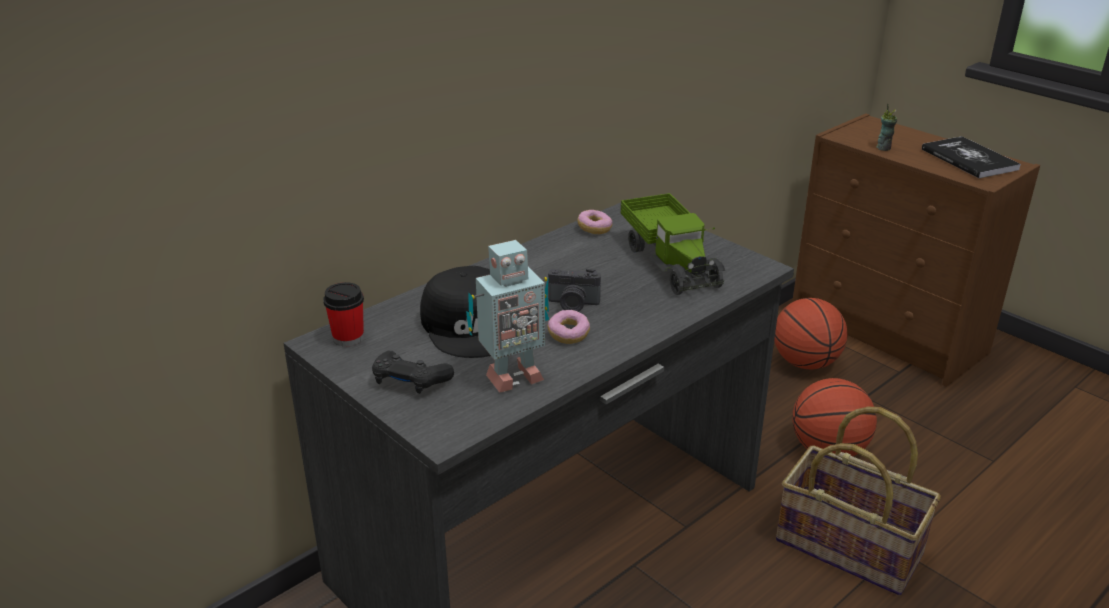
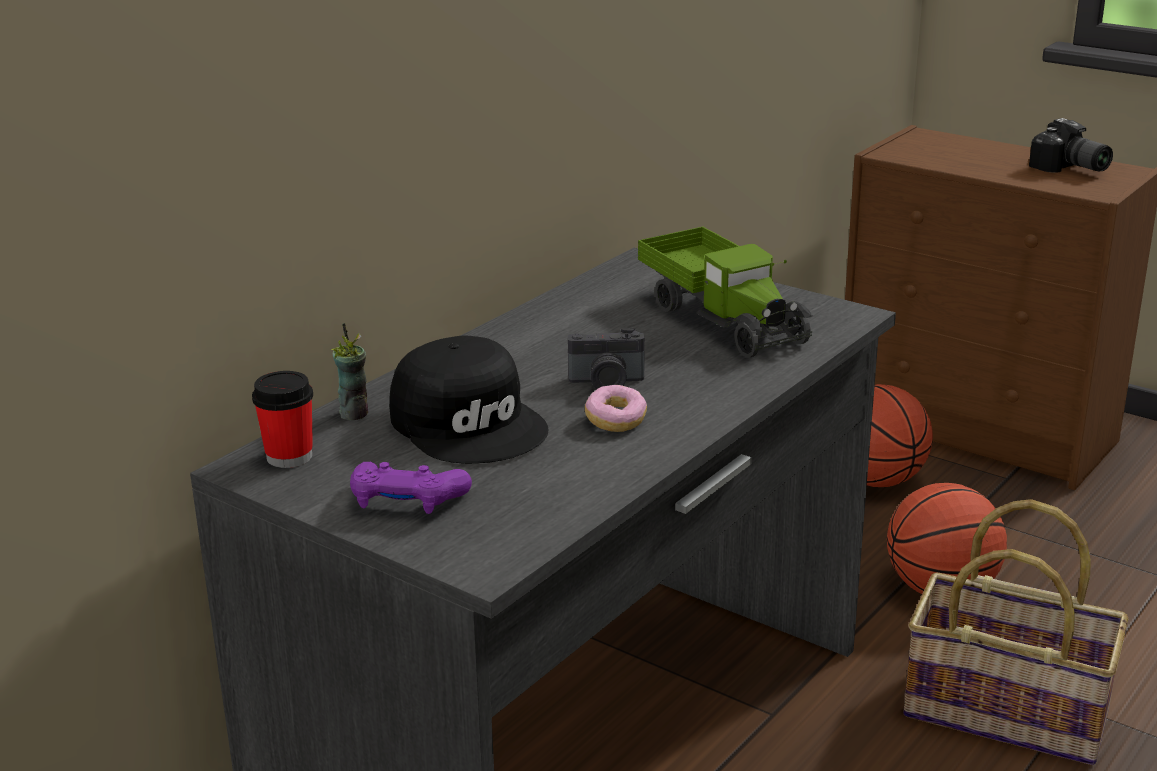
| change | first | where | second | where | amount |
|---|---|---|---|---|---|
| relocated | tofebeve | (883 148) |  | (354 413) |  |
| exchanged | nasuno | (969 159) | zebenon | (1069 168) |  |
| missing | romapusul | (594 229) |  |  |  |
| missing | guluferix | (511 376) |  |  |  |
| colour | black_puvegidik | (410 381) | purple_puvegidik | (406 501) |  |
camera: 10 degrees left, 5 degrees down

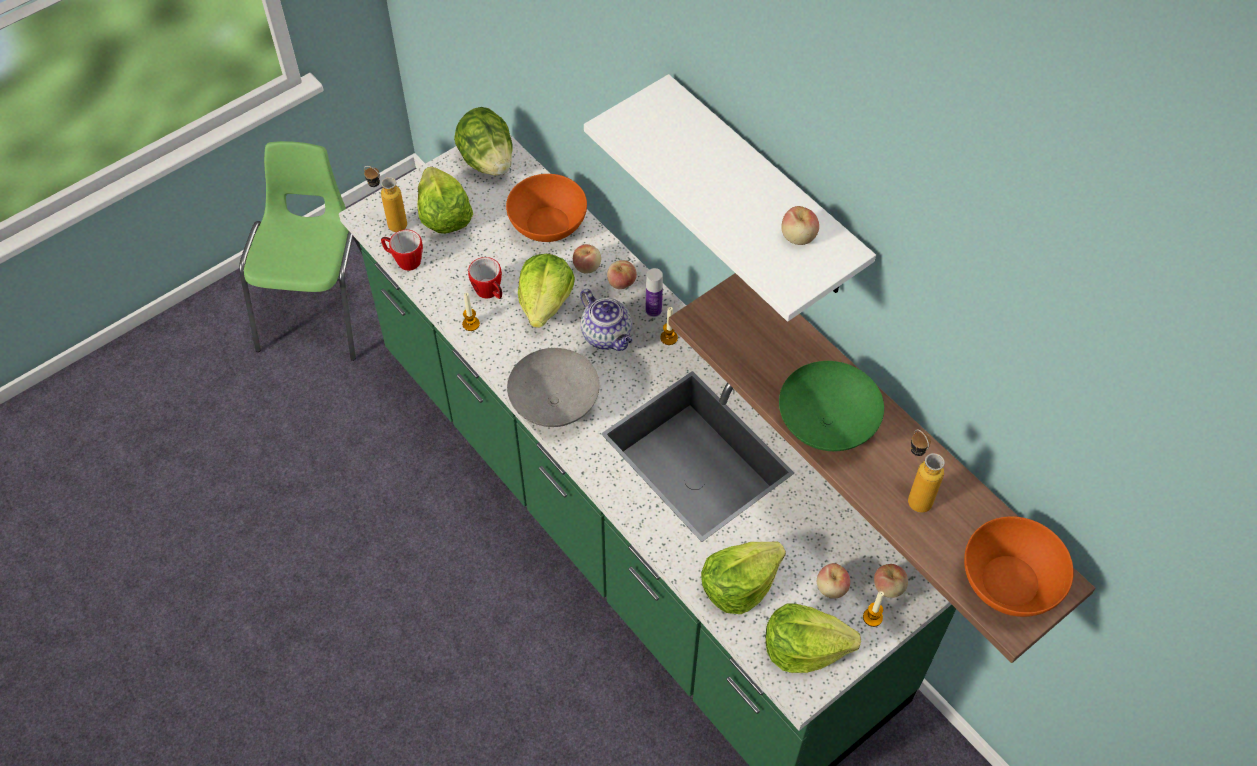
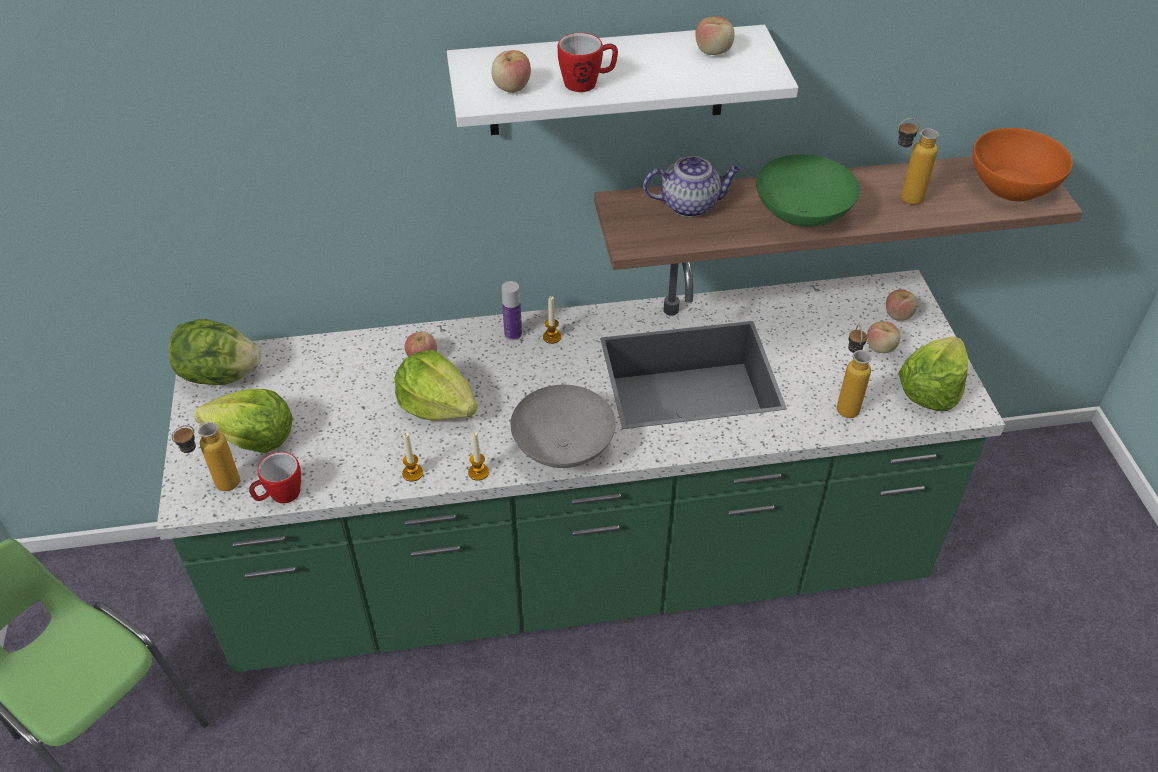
| change | first | where | second | where | amount |
|---|---|---|---|---|---|
| missing | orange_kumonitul | (547 224) |  |  |  |
| relocated | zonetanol | (490 293) |  | (587 83) |  |
| relocated | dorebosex | (621 283) |  | (511 87) |  |
| relocated | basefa | (607 335) |  | (690 205) |  |
| exchanged | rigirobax | (739 584) | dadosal | (845 403) |  |
| relocated | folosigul | (872 617) |  | (478 472) |  |
camera: 60 degrees left, 10 degrees down

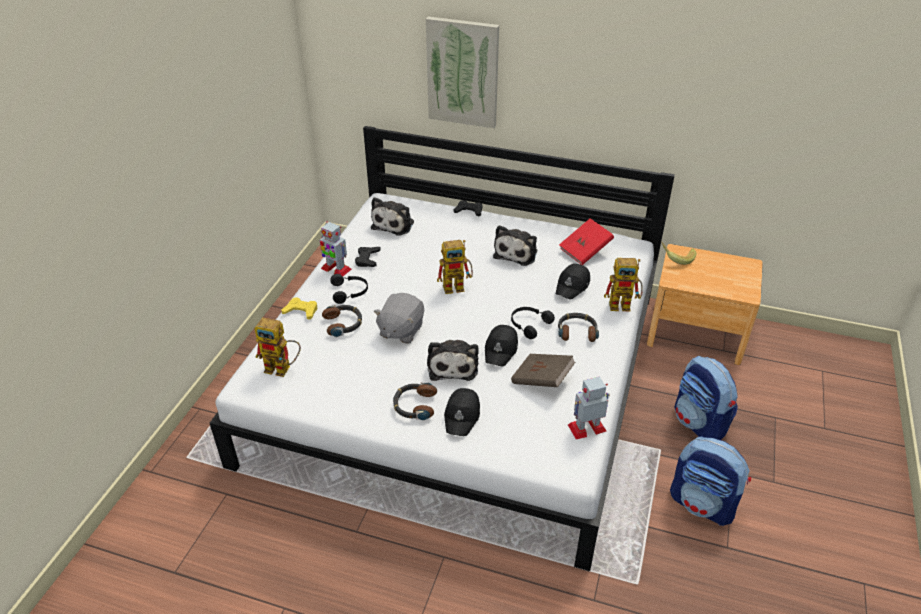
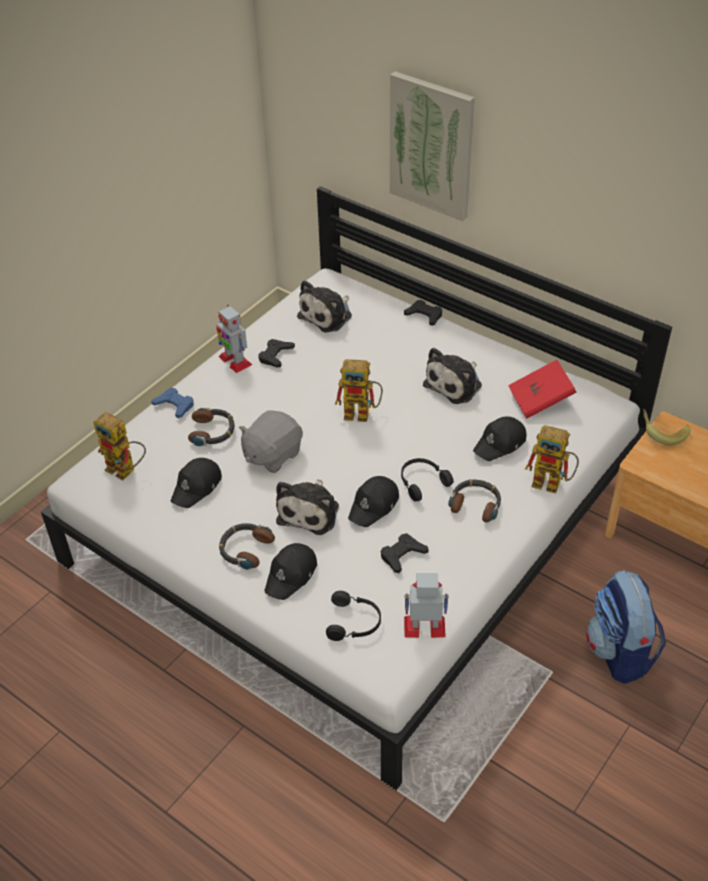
| change | first | where | second | where | amount |
|---|---|---|---|---|---|
| relocated | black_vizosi | (350 292) |  | (354 622) |  |
| colour | yellow_puvegidik | (301 311) | blue_puvegidik | (174 405) |  |
| exchanged | brown_nasuno | (542 380) | black_puvegidik | (402 555) |  |
| missing | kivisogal | (703 504) |  |  |  |
| appeared |  |  | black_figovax | (197 487) |  |
camera: 20 degrees right, 5 degrees up

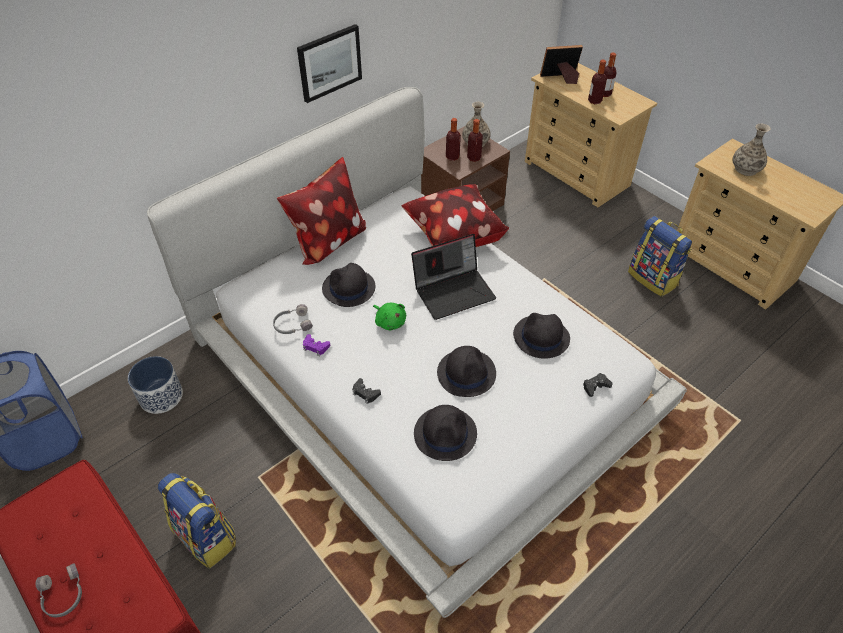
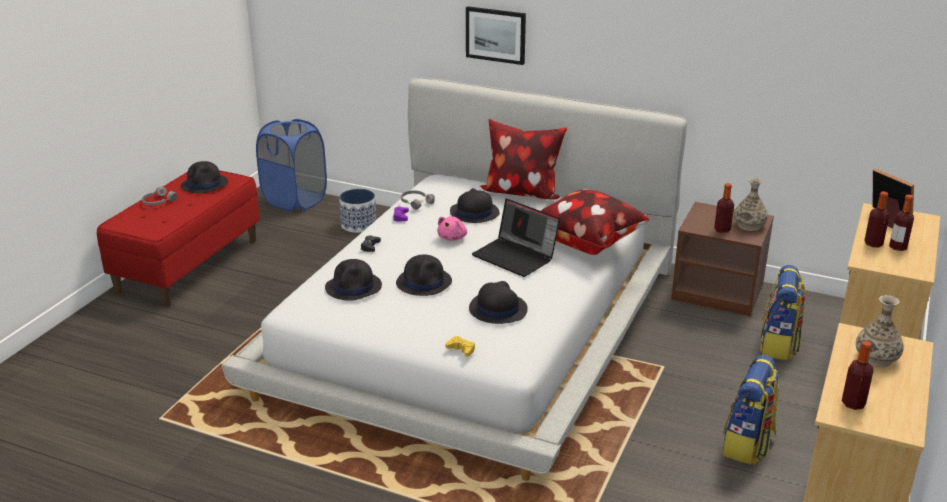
| change | first | where | second | where | amount |
|---|---|---|---|---|---|
| relocated | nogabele | (329 63) |  | (496 35) |  |
| relocated | dadosal | (452 157) |  | (853 403) |  |
| colour | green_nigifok | (390 321) | pink_nigifok | (453 238) |  |
| colour | black_puvegidik | (595 386) | yellow_puvegidik | (461 349) |  |
| relocated | kivisogal | (207 537) |  | (779 345) |  |
| appeared |  |  | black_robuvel | (205 184) |  |
camera: 65 degrees right, 20 degrees down

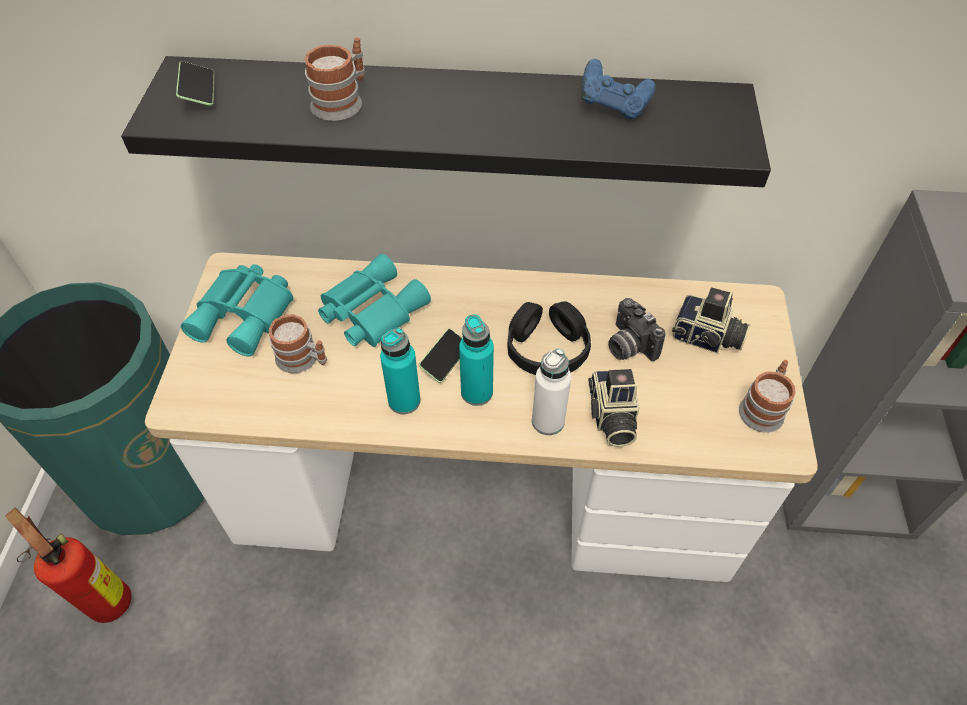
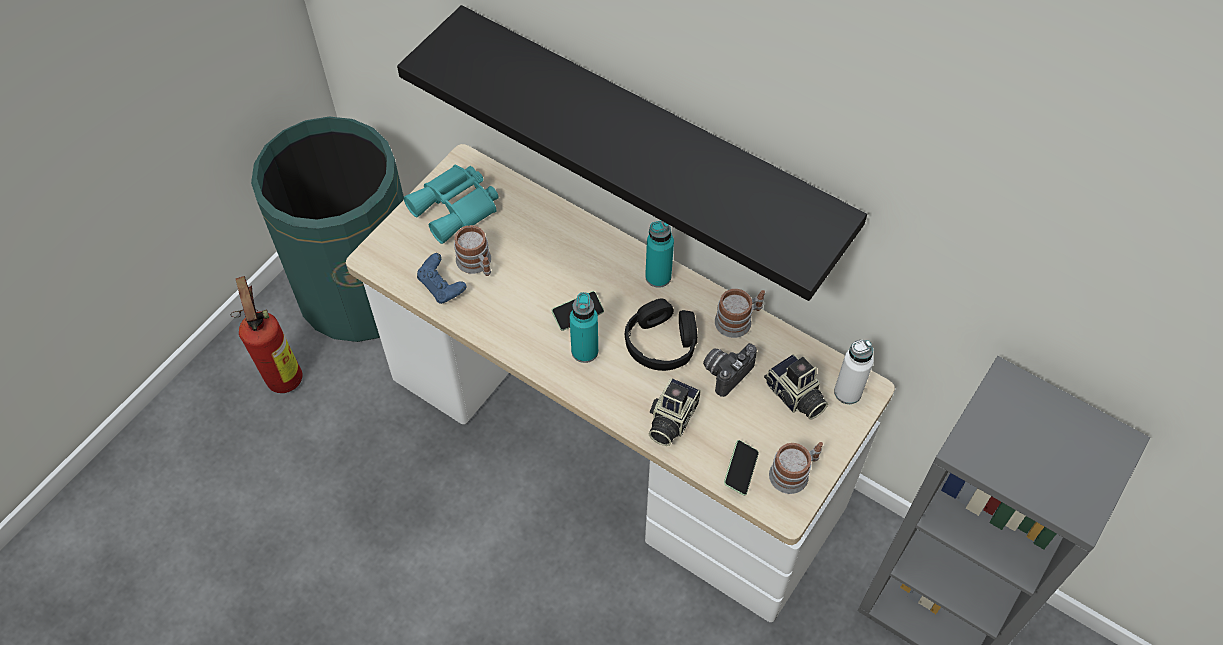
| change | first | where | second | where | amount |
|---|---|---|---|---|---|
| relocated | zonetanol | (342 101) |  | (738 320) |  |
| relocated | blue_puvegidik | (613 106) |  | (442 287) |  |
| relocated | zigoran | (199 92) |  | (740 471) |  |
| missing | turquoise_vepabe | (370 310) |  |  |  |
| spun | zebenon | (628 346) |  | (726 372) | 45 degrees clockwise |
| relocated | turquoise_dadosal | (404 401) |  | (658 277) |  |
| relocated | white_dadosal | (548 421) |  | (847 392) |  |
camera: 30 degrees right, 5 degrees up

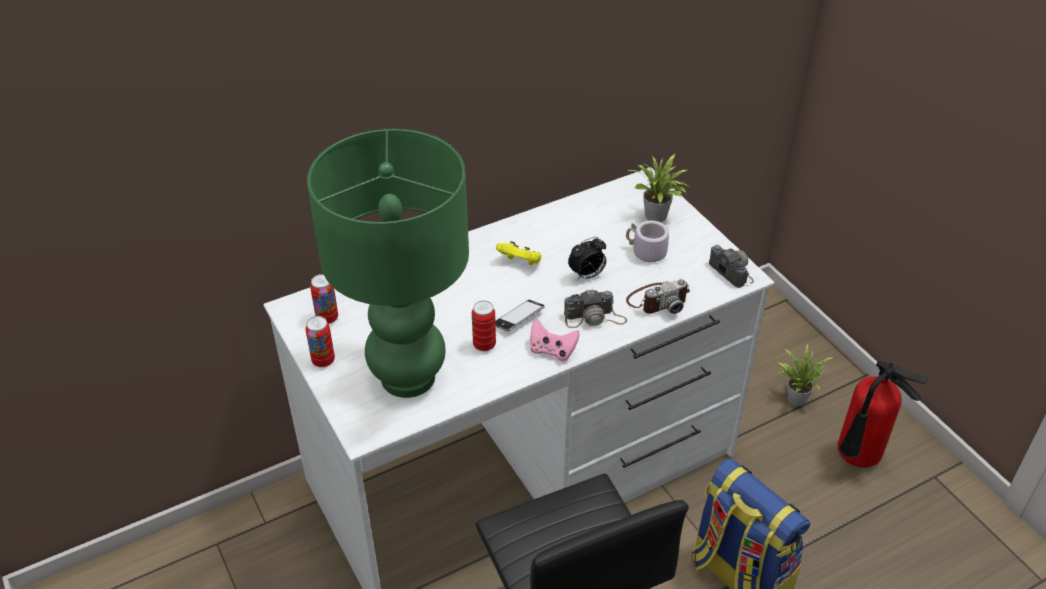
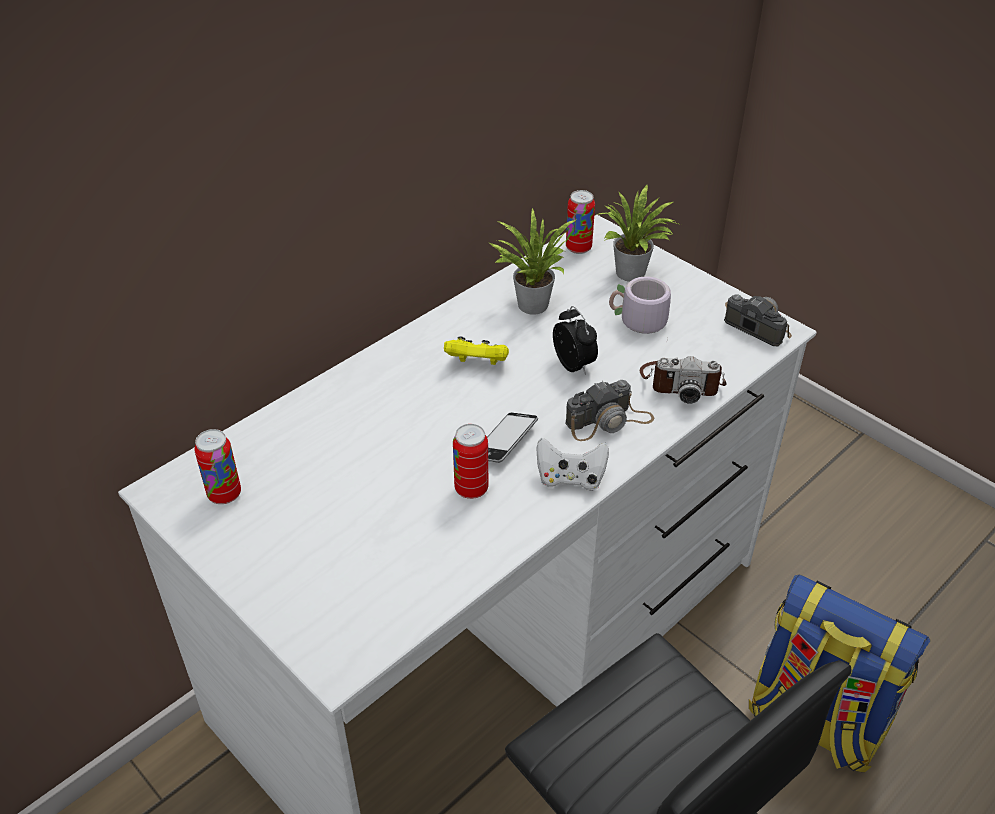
| change | first | where | second | where | amount |
|---|---|---|---|---|---|
| missing | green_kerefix | (408 376) |  |  |  |
| spun | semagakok | (587 275) |  | (574 365) | 75 degrees counterclockwise |
| spun | zebenon | (657 300) |  | (681 382) | 45 degrees clockwise |
| relocated | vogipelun | (323 360) |  | (578 248) |  |
| colour | pink_puvegidik | (552 351) | white_puvegidik | (570 478) |  |
| relocated | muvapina | (795 397) |  | (530 303) |  |
| missing | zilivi | (856 460) |  |  |  |
camera: 15 degrees left, 0 degrees up

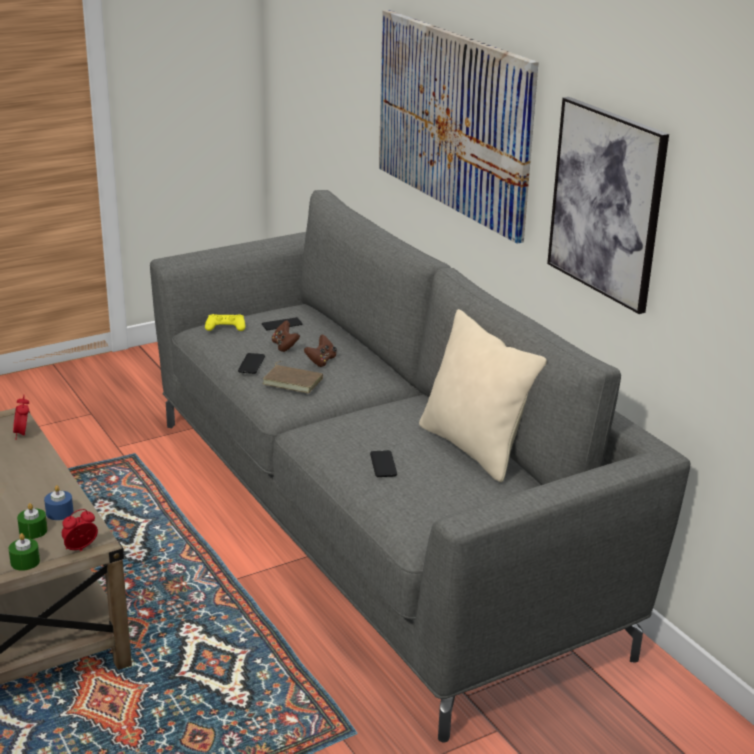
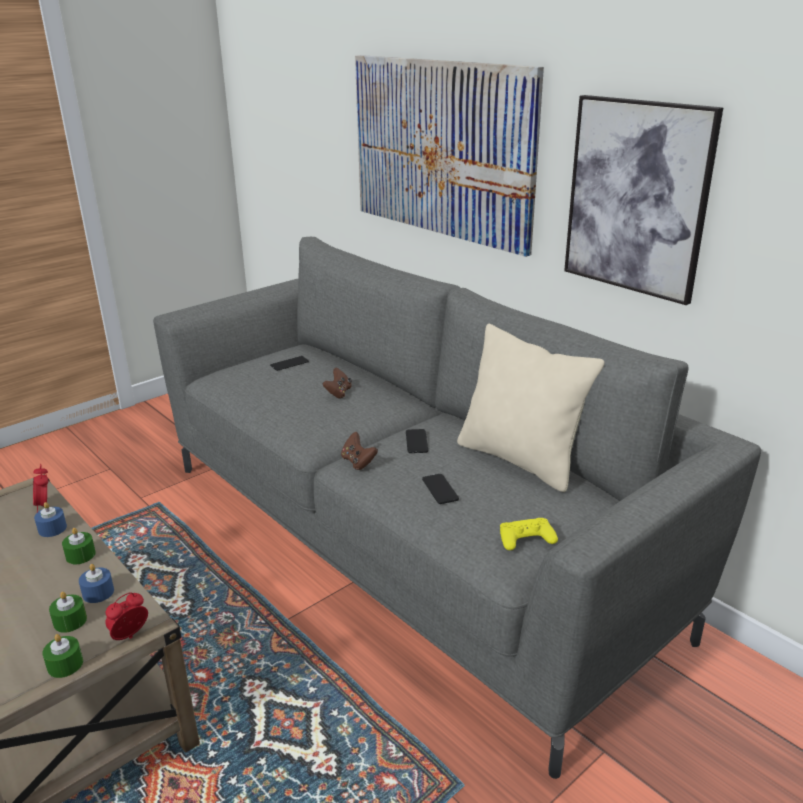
| change | first | where | second | where | amount |
|---|---|---|---|---|---|
| relocated | yellow_puvegidik | (225 327) |  | (526 538) |  |
| relocated | brown_puvegidik | (284 346) |  | (358 462) |  |
| relocated | zigoran | (251 364) |  | (416 441) |  |
| missing | brown_nasuno | (293 381) |  |  |  |
| appeared |  |  | blue_folosigul | (52 528) |  |
| appeared |  |  | green_folosigul | (80 555) |  |
camera: 10 degrees left, 0 degrees up

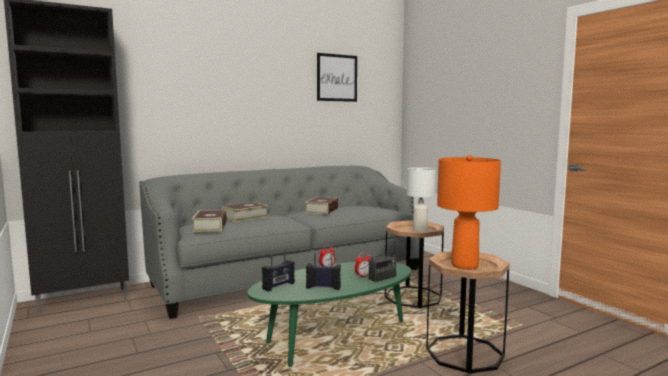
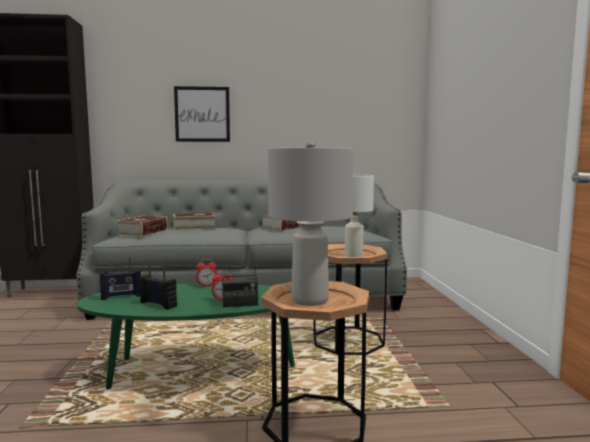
| change | first | where | second | where | amount |
|---|---|---|---|---|---|
| relocated | nogabele | (337 78) |  | (202 114) |  |
| colour | orange_kerefix | (464 265) | grey_kerefix | (310 300) |  |
camera: 25 degrees right, 0 degrees up

